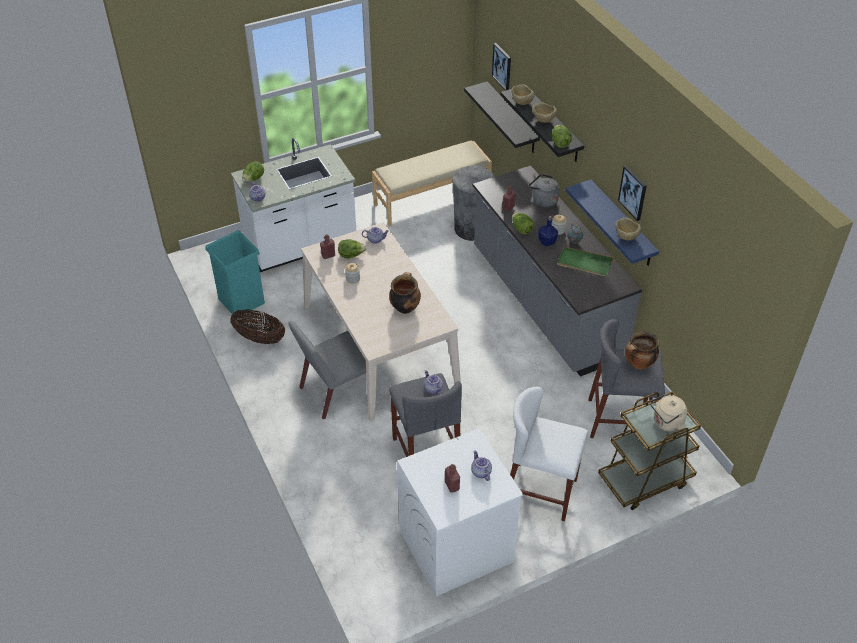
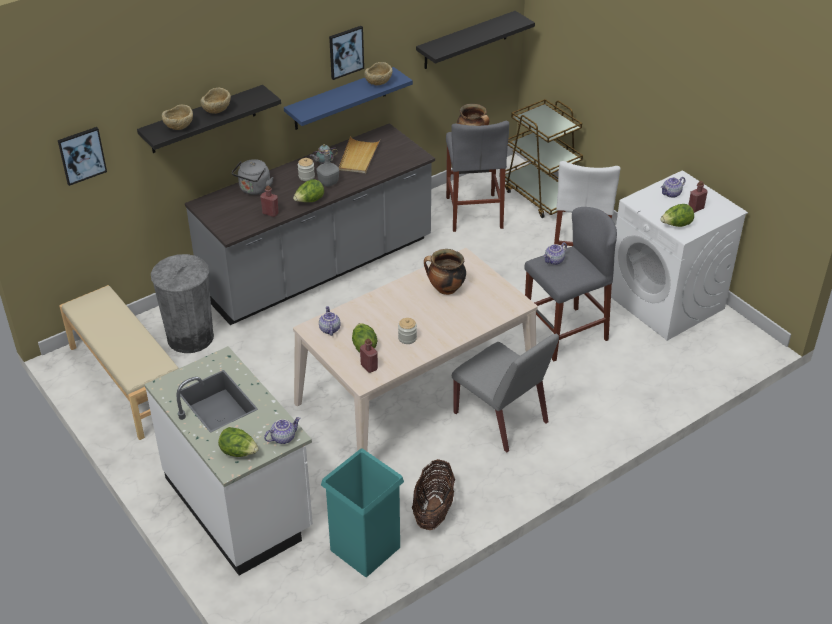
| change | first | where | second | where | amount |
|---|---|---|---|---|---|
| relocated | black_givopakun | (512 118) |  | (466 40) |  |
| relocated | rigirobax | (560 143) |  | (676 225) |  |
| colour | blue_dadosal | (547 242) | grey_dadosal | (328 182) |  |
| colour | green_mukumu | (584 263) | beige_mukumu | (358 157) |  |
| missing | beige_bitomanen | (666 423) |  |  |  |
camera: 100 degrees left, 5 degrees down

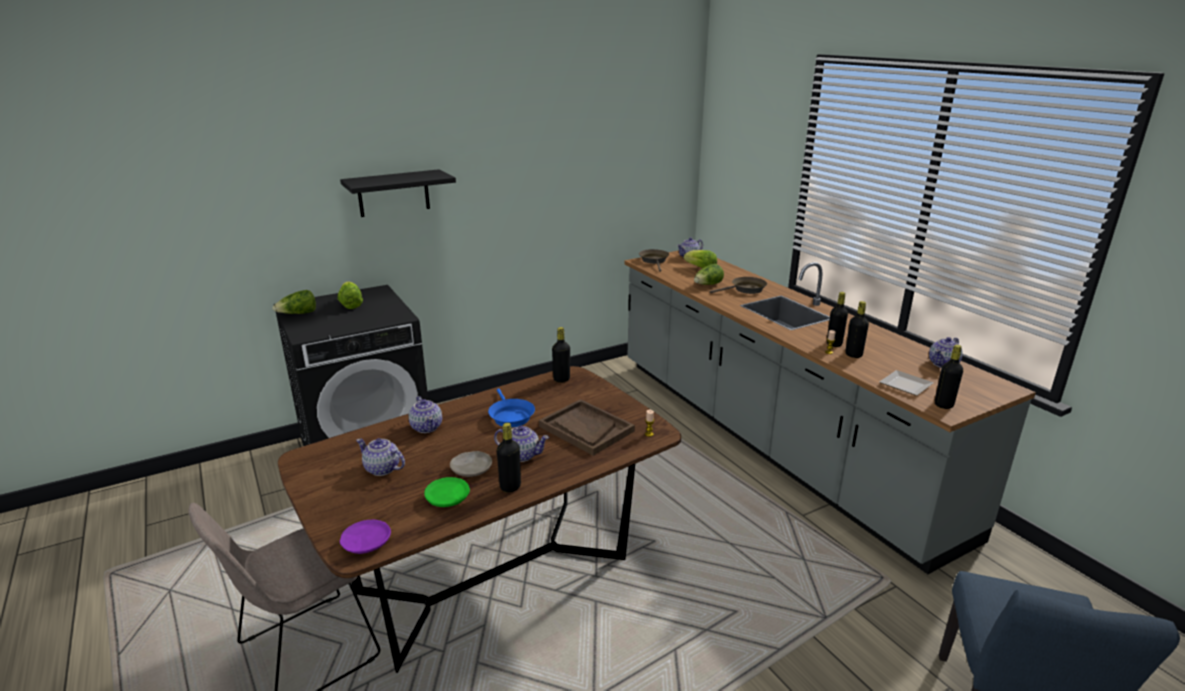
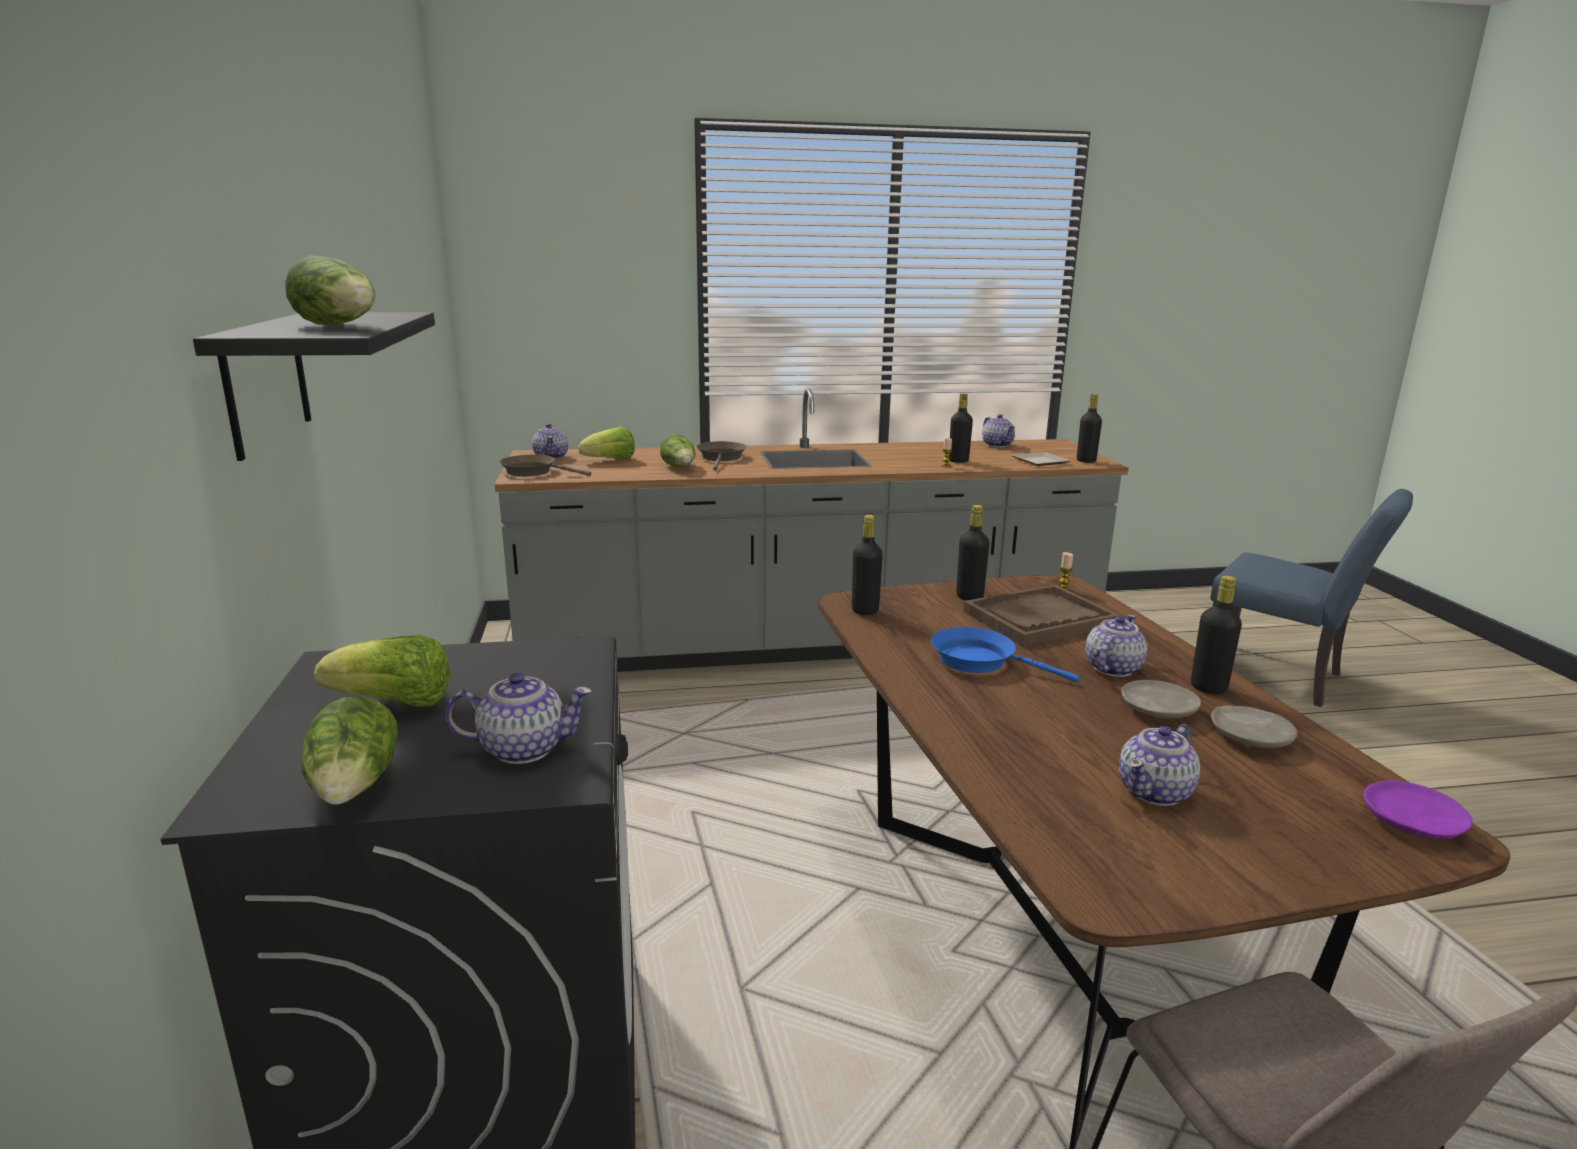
| change | first | where | second | where | amount |
|---|---|---|---|---|---|
| relocated | black_dadosal | (834 344) |  | (969 597) |  |
| spun | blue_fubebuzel | (510 416) |  | (980 661) | 150 degrees counterclockwise |
| relocated | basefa | (427 427) |  | (522 748) |  |
| colour | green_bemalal | (448 498) | beige_bemalal | (1251 738) |  |
| appeared |  |  | rigirobax | (341 326) |  |
camera: 70 degrees left, 5 degrees down

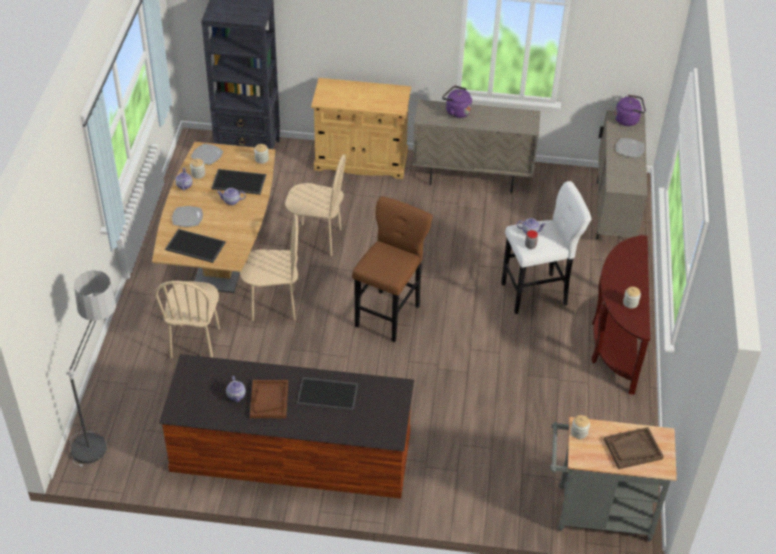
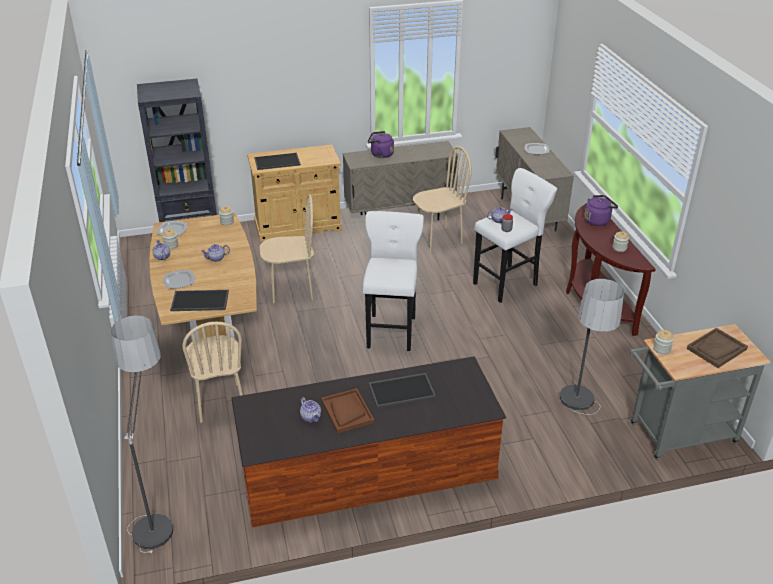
| change | first | where | second | where | amount |
|---|---|---|---|---|---|
| relocated | purple_bitomanen | (628 120) |  | (598 220) |  |
| relocated | mukumu | (238 182) |  | (277 162) |  |
| colour | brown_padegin | (389 313) | white_padegin | (391 330) |  |
| relocated | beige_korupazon | (273 305) |  | (438 239) |  |
| appeared |  |  | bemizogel | (578 419) |  |
camera: 20 degrees left, 10 degrees down

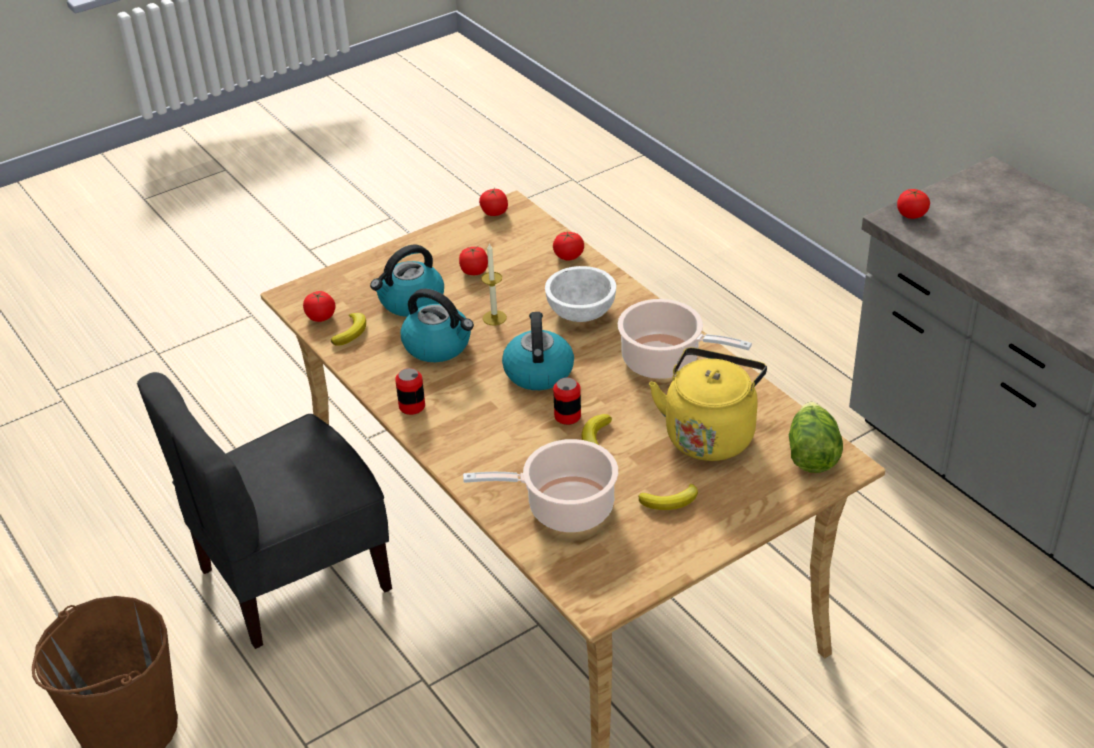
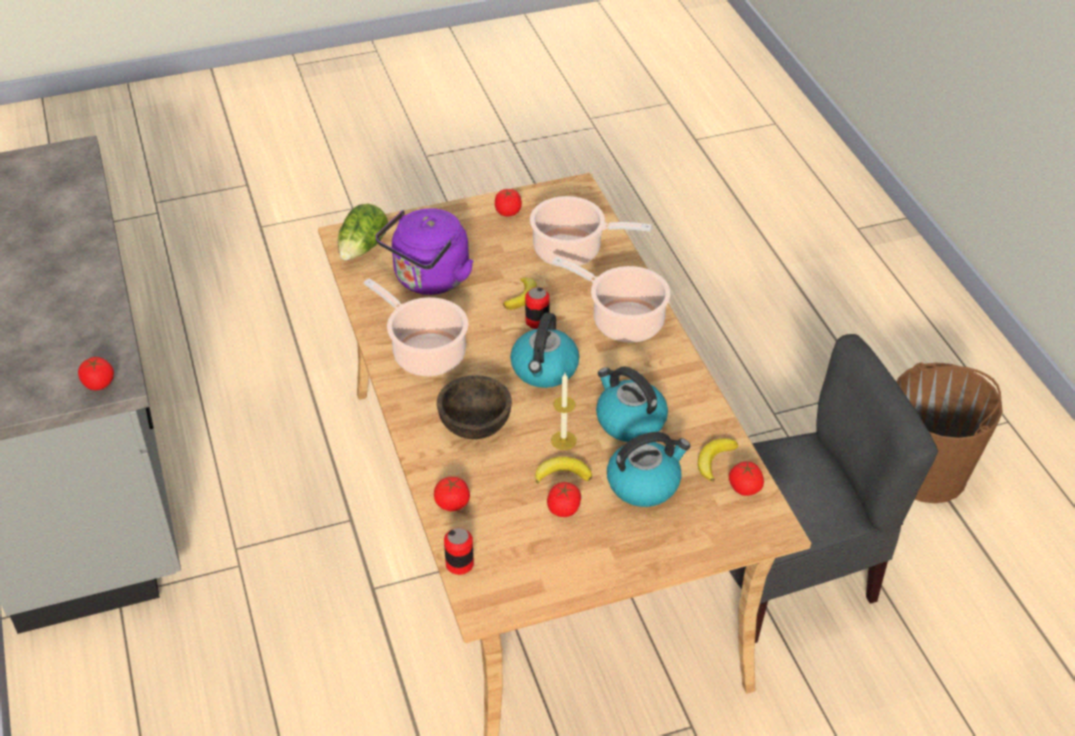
| change | first | where | second | where | amount |
|---|---|---|---|---|---|
| relocated | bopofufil | (494 213) |  | (508 212) |  |
| colour | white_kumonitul | (580 313) | brown_kumonitul | (475 424) |  |
| colour | yellow_bitomanen | (710 434) | purple_bitomanen | (429 280) |  |
| relocated | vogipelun | (412 406) |  | (459 564) |  |
| relocated | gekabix | (670 501) |  | (562 474) |  |
| appeared |  |  | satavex | (623 321) |  |
camera: 165 degrees left, 5 degrees up

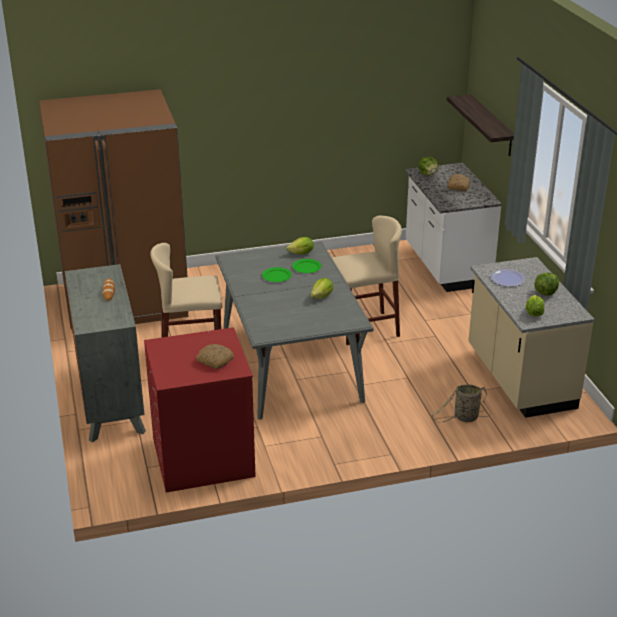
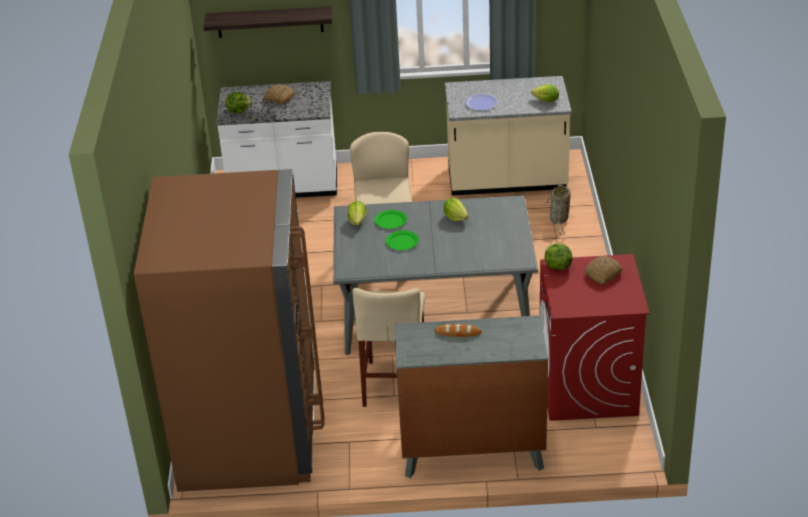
| change | first | where | second | where | amount |
|---|---|---|---|---|---|
| relocated | rigirobax | (545 292) |  | (557 266) |  |
camera: 75 degrees left, 5 degrees up

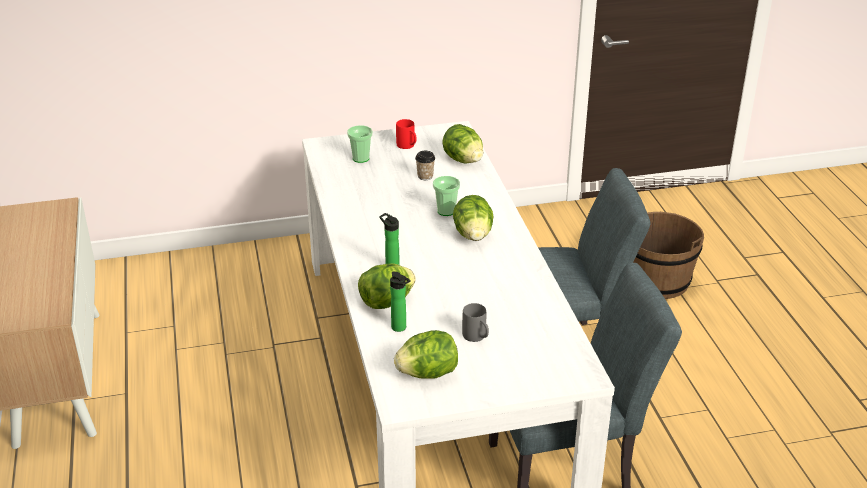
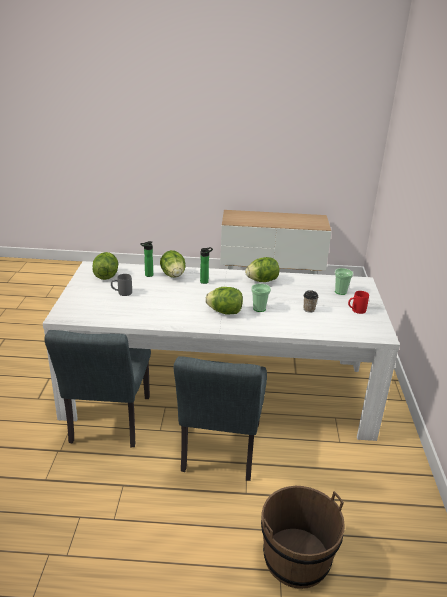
| change | first | where | second | where | amount |
|---|---|---|---|---|---|
| relocated | rigirobax | (463 160) |  | (262 281) |  |
camera: 105 degrees right, 5 degrees down

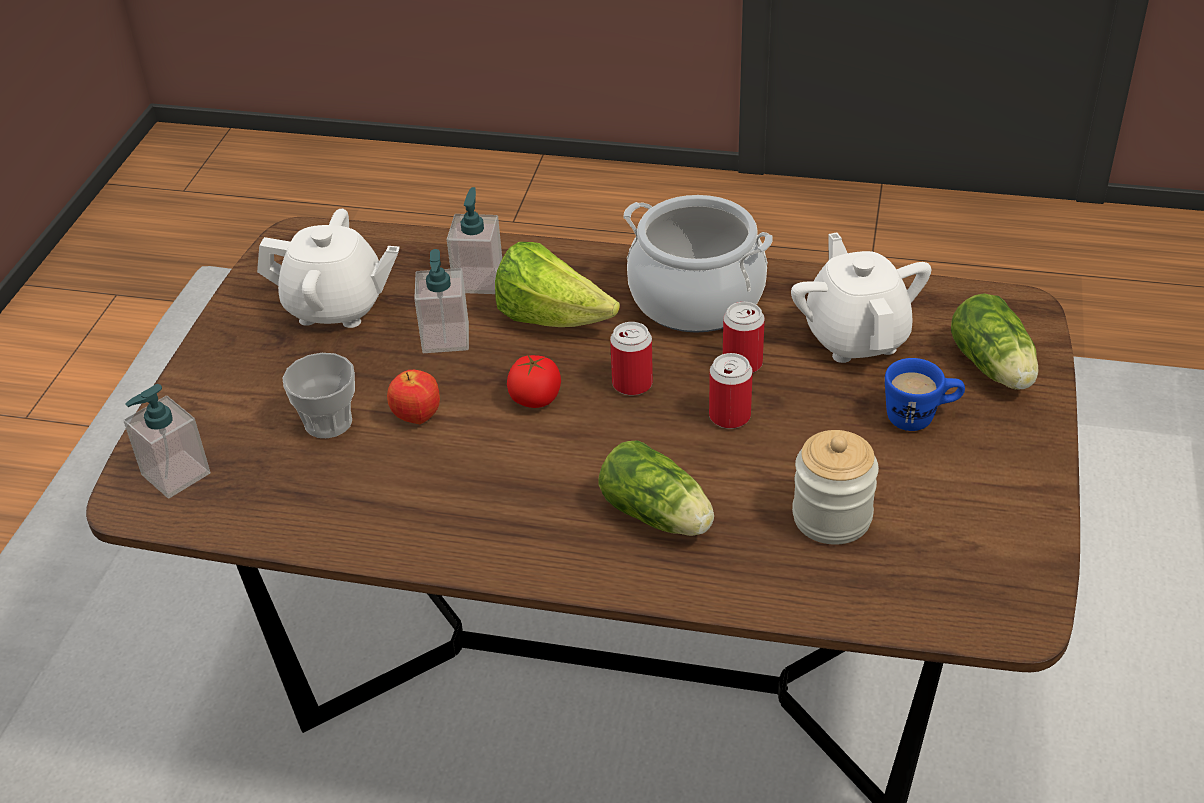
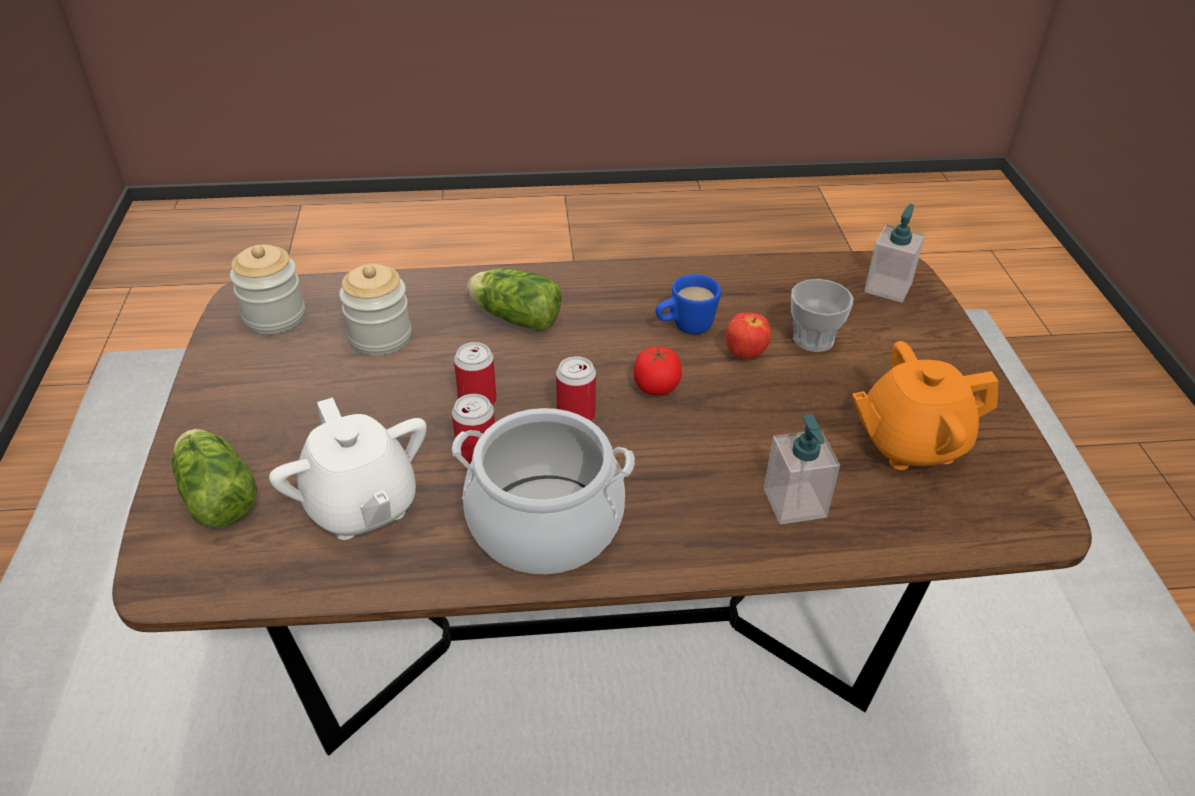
| change | first | where | second | where | amount |
|---|---|---|---|---|---|
| colour | white_basefa | (336 307) | orange_basefa | (910 443) |  |
| missing | rigirobax | (552 319) |  |  |  |
| missing | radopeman | (445 338) |  |  |  |
| relocated | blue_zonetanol | (920 417) |  | (684 327) |  |
| appeared |  |  | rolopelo | (274 317) |  |
camera: 160 degrees right, 0 degrees up

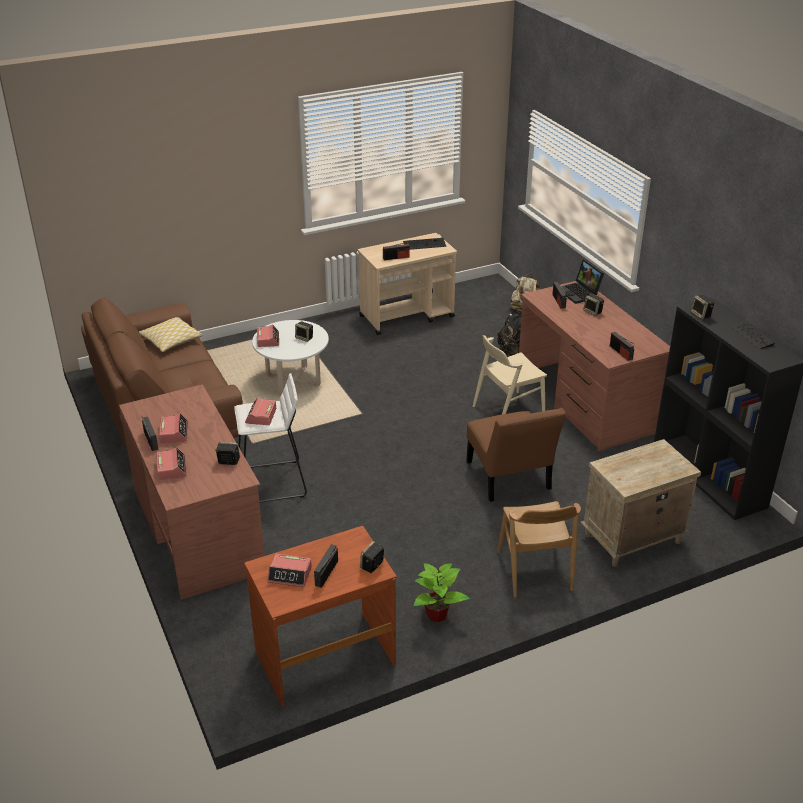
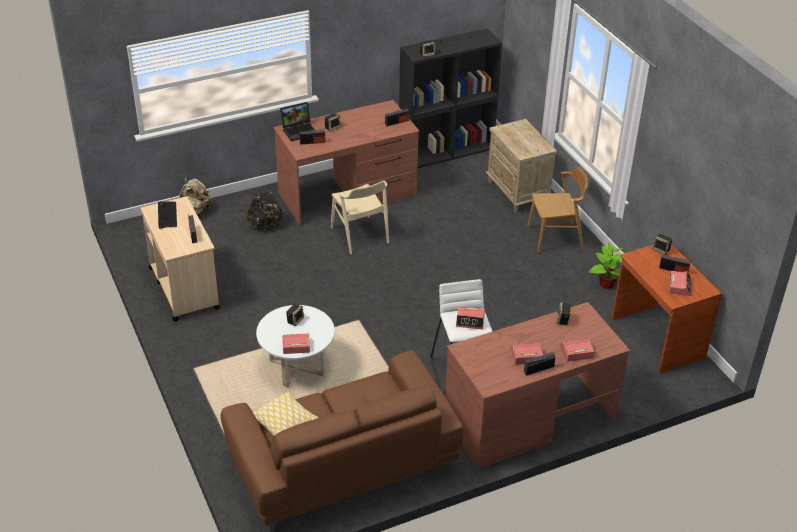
| change | first | where | second | where | amount |
|---|---|---|---|---|---|
| missing | brown_korupazon | (509 479) |  |  |  |
camera: 90 degrees left, 5 degrees up

